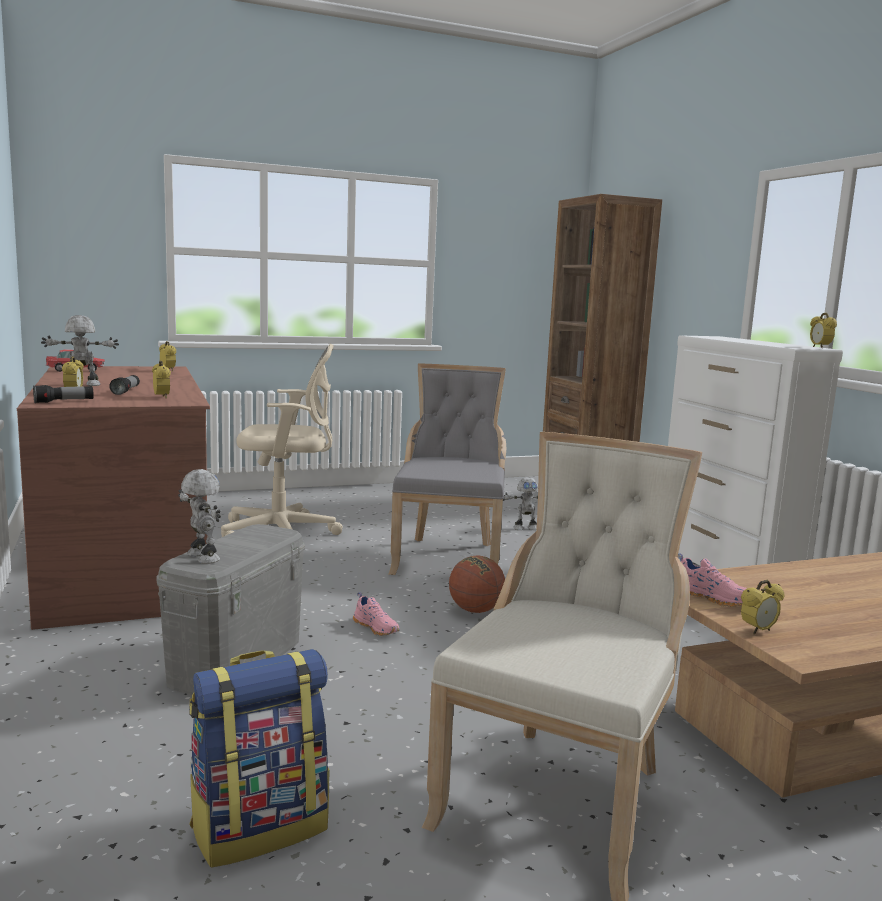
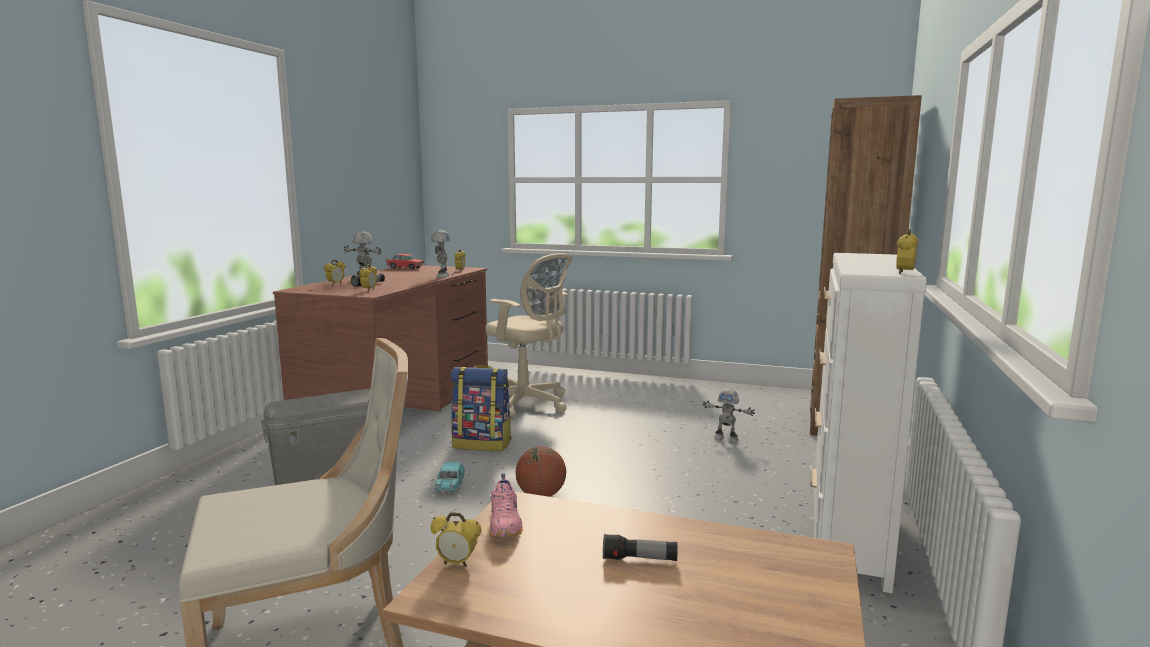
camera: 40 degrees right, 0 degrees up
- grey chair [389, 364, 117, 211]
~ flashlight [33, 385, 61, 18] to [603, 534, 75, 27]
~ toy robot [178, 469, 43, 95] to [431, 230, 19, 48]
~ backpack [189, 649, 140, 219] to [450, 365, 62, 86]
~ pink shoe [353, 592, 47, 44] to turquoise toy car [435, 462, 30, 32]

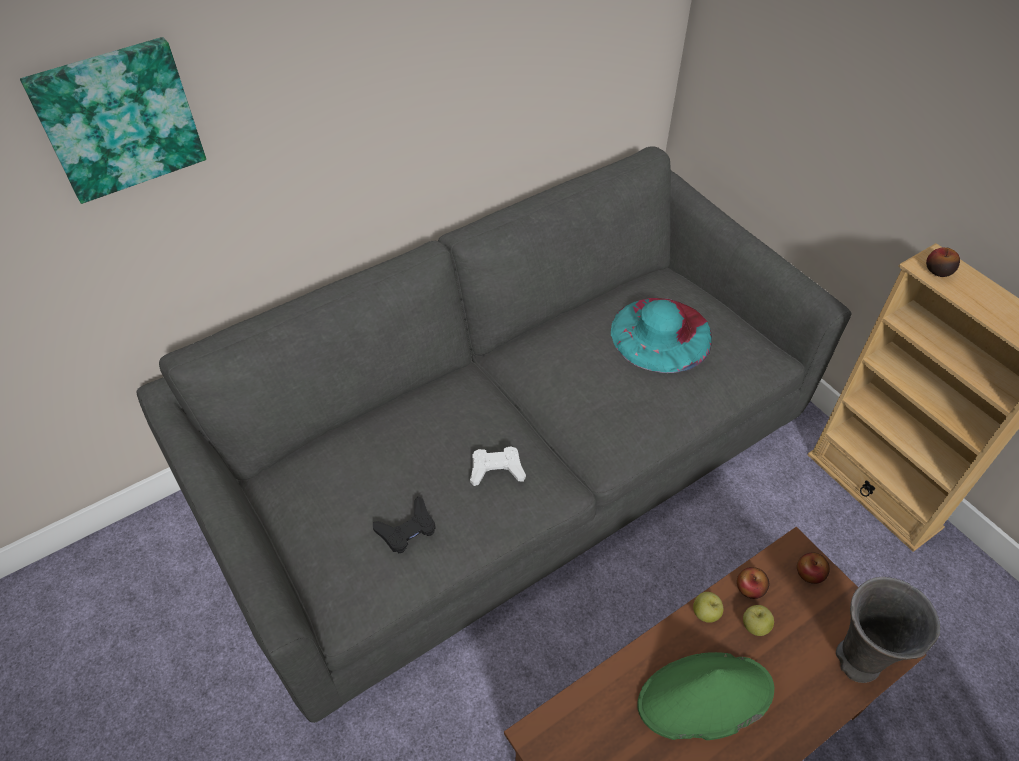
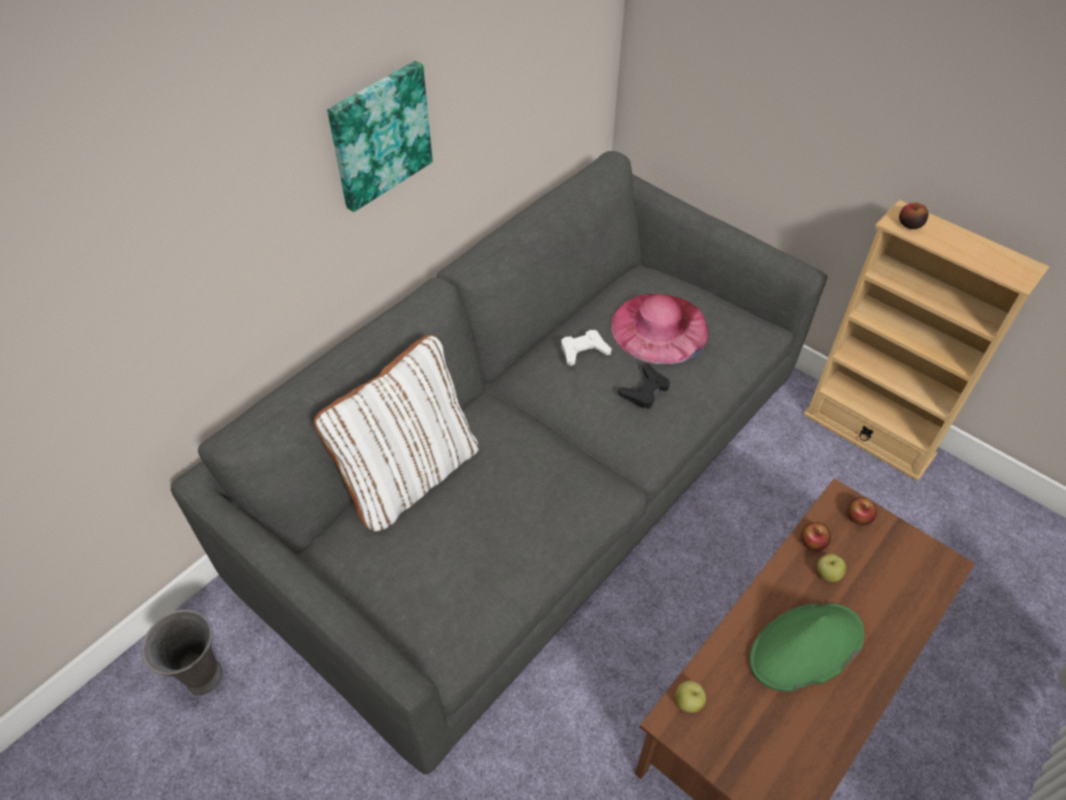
camera: 15 degrees left, 0 degrees up
+ white pillow [314, 335, 165, 197]
~ picture [20, 37, 186, 167] to [327, 61, 106, 151]
~ black game controller [373, 497, 63, 57] to [618, 363, 52, 46]
~ white game controller [470, 446, 56, 40] to [561, 330, 51, 36]
~ apple [693, 592, 31, 31] to [675, 681, 31, 32]
~ grey vase [836, 577, 104, 106] to [141, 610, 81, 86]
~ turquoise hat [611, 298, 101, 75] to pink hat [611, 294, 98, 70]

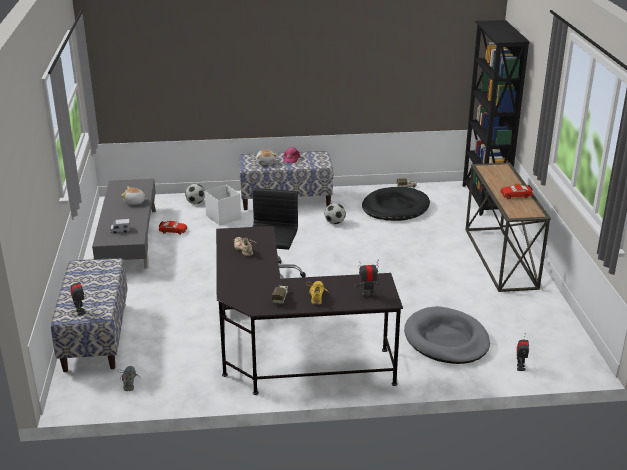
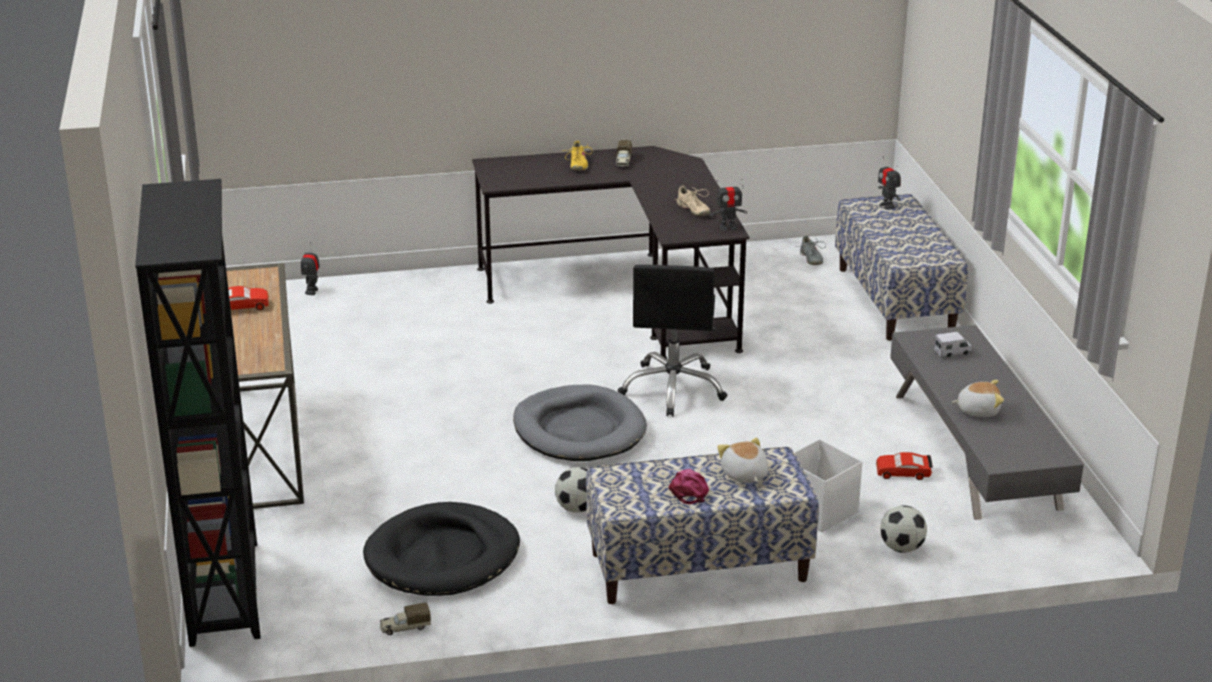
camera: 175 degrees right, 0 degrees up
~ toy robot [354, 263, 29, 34] to [709, 179, 38, 52]
~ grey dog bed [404, 306, 86, 58] to [513, 384, 134, 77]

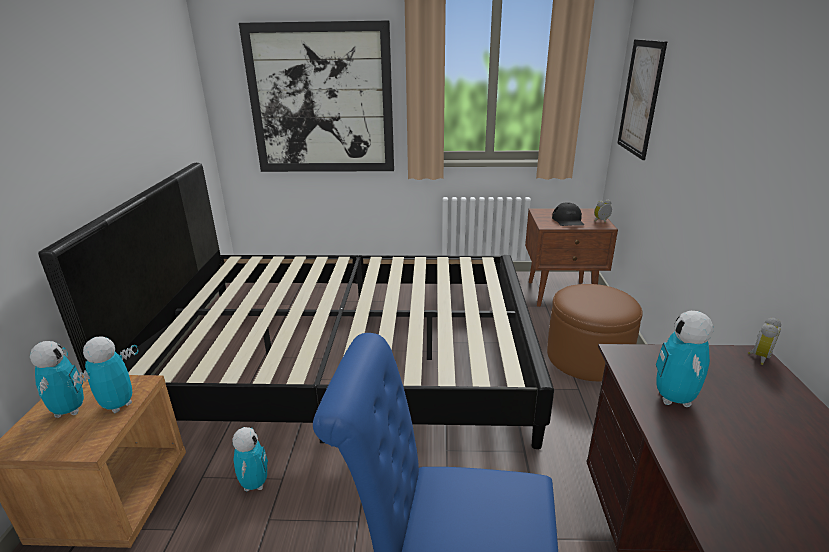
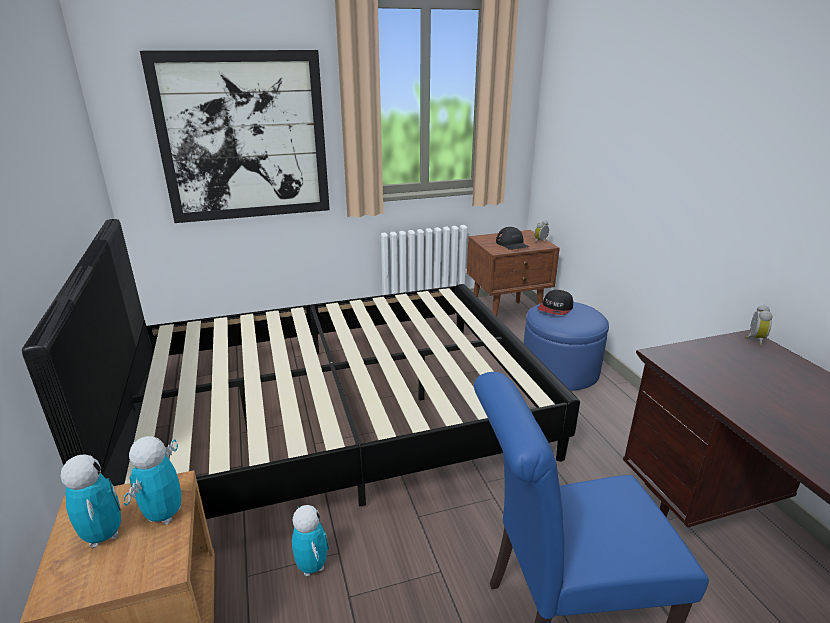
camera: 20 degrees left, 0 degrees up
- picture [617, 39, 50, 121]
- toy robot [656, 311, 57, 96]
+ cap [537, 290, 36, 25]
~ brown ottoman [547, 284, 96, 97] to blue ottoman [524, 302, 85, 89]

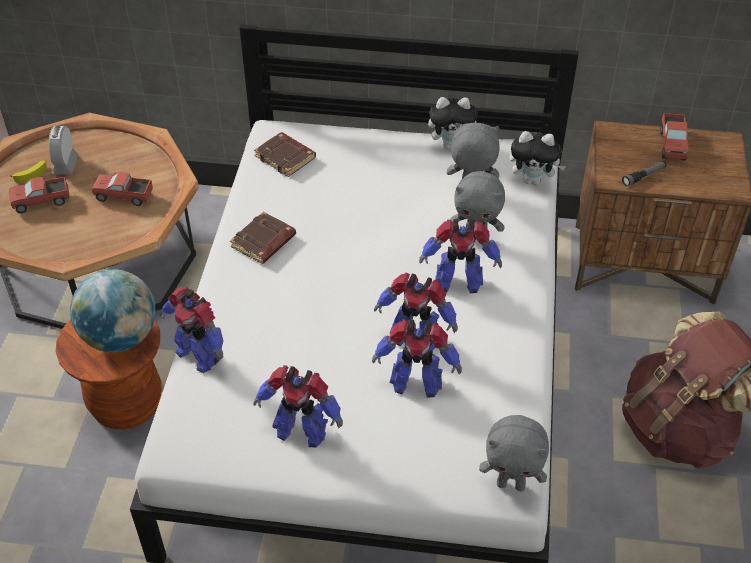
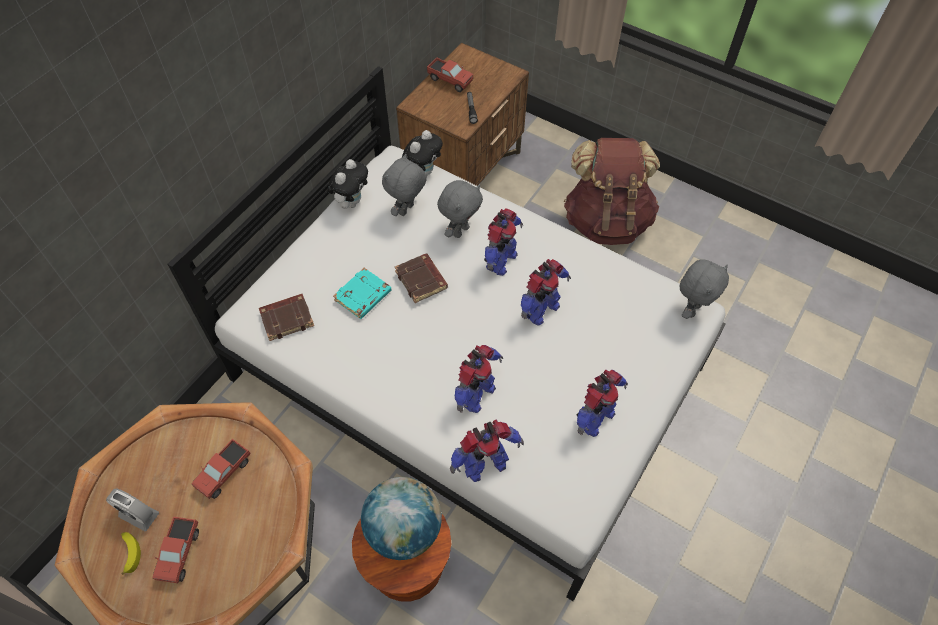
camera: 65 degrees left, 10 degrees up
+ turquoise book [333, 268, 59, 51]
~ brown book [230, 212, 66, 52] to [395, 254, 53, 49]
~ toy robot [372, 319, 90, 79] to [455, 345, 48, 68]

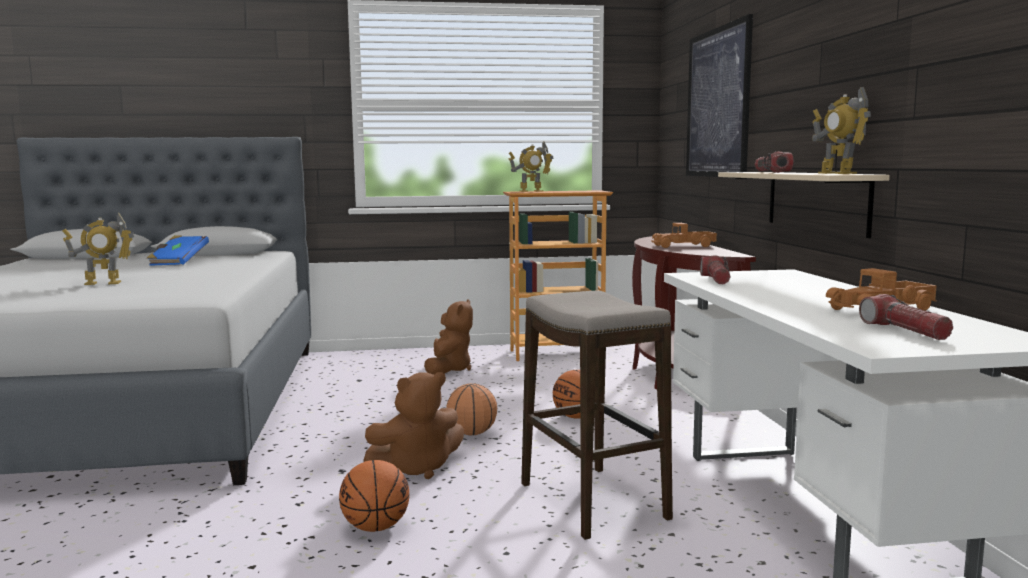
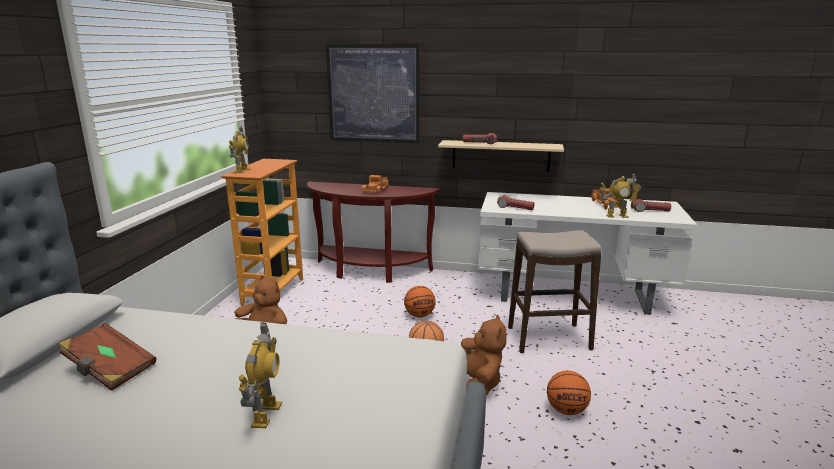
camera: 70 degrees left, 10 degrees up
~ toy robot [812, 87, 59, 87] to [600, 173, 41, 45]
~ blue book [147, 235, 62, 31] to brown book [58, 323, 98, 68]

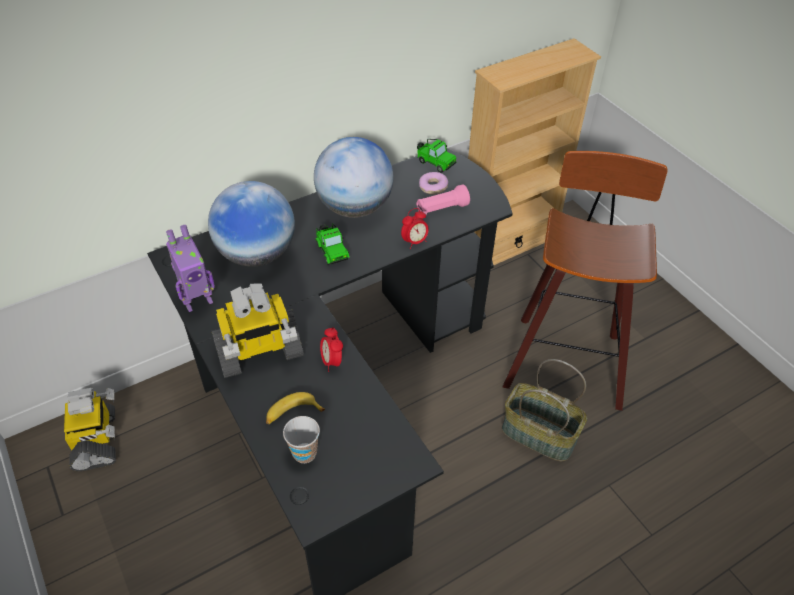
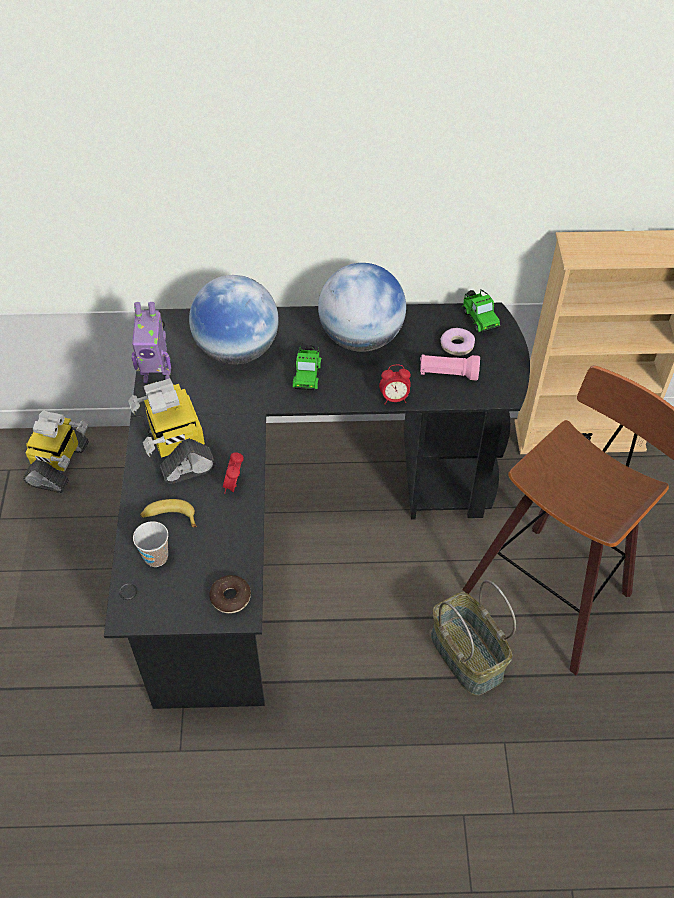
camera: 30 degrees right, 5 degrees up
+ donut [209, 575, 42, 38]
~ toy robot [212, 284, 92, 94] = [128, 378, 87, 106] 60 degrees clockwise

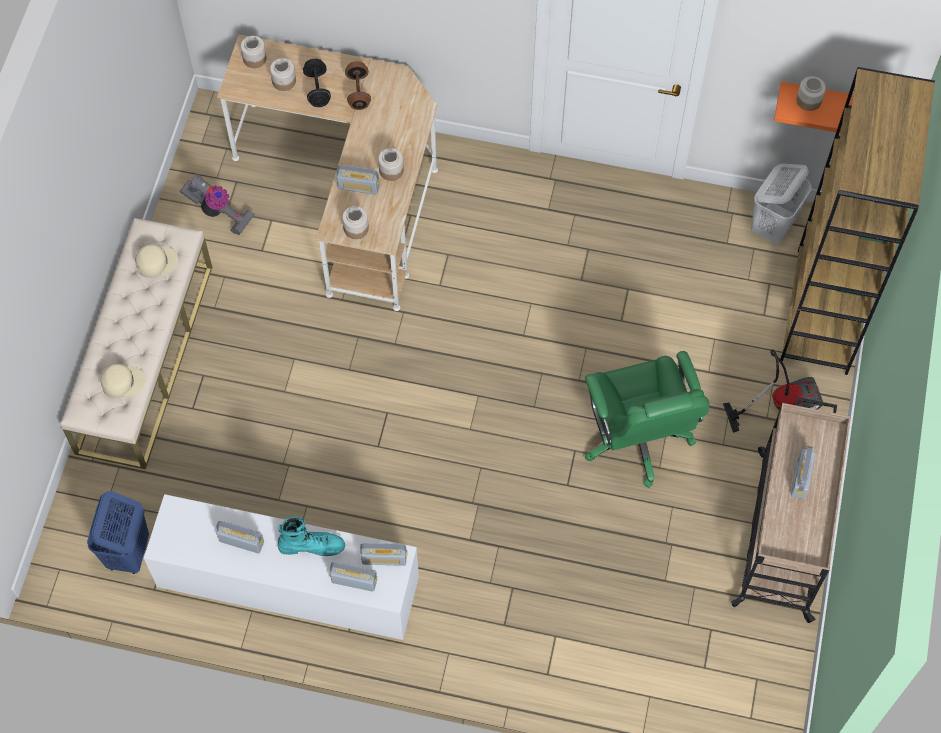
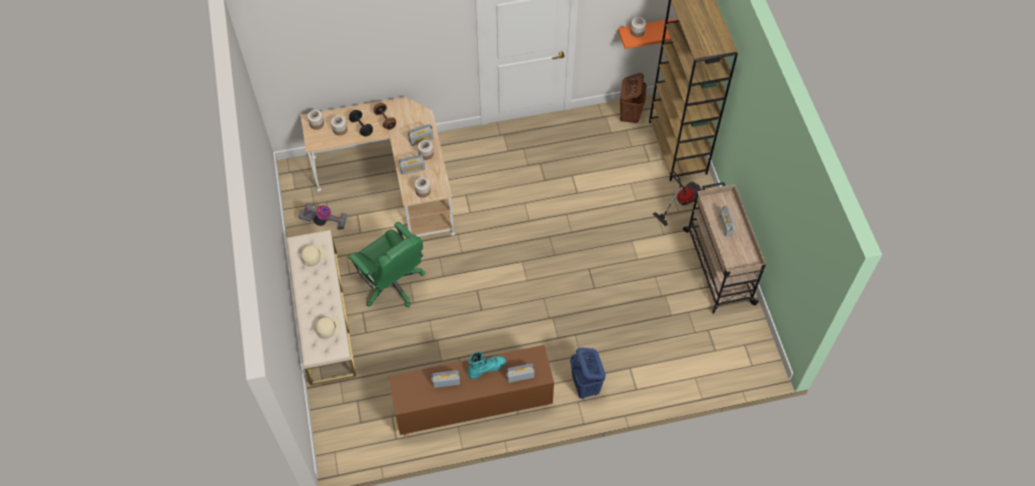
camera: 25 degrees left, 5 degrees down
~ blue laundry basket [87, 491, 62, 83] to [570, 347, 36, 52]
~ radio [360, 543, 47, 23] to [408, 124, 25, 22]
~ green office chair [585, 351, 124, 137] to [348, 222, 77, 85]
~ white cabinet [144, 494, 275, 147] to brown cabinet [389, 345, 165, 92]
~ white laundry basket [751, 164, 61, 80] to brown laundry basket [620, 73, 27, 50]

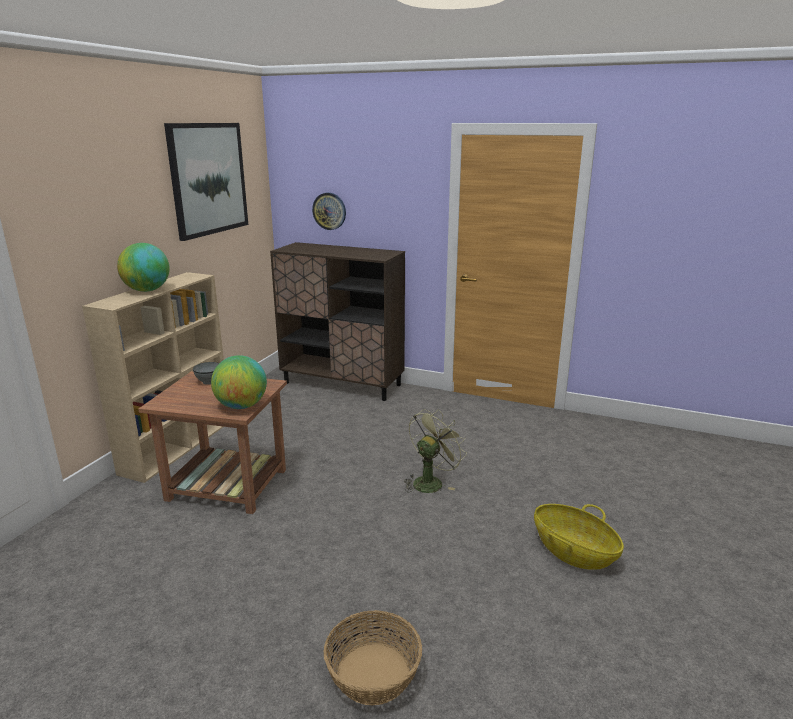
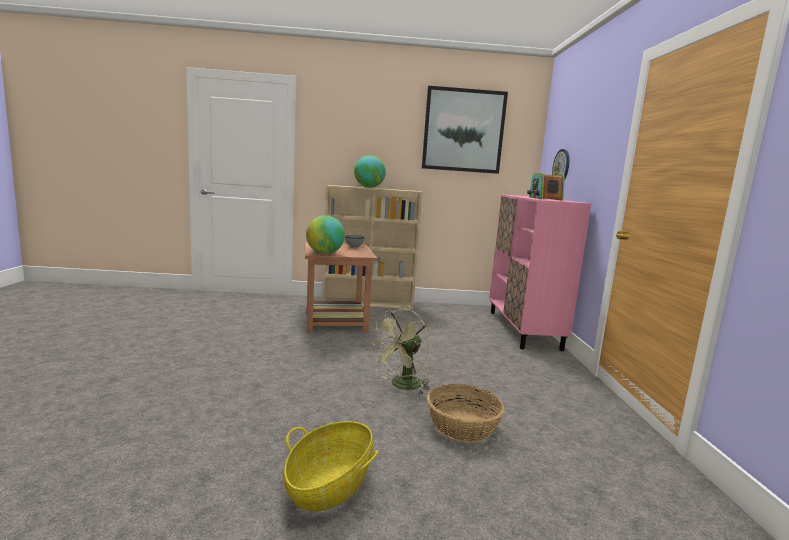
camera: 65 degrees right, 10 degrees down
+ radio [527, 173, 38, 28]
~ basket [323, 610, 99, 96] to [427, 384, 78, 58]
~ brown cabinet [270, 242, 135, 159] to pink cabinet [489, 194, 102, 157]
~ green fan [404, 409, 63, 84] = [372, 308, 58, 87] 120 degrees clockwise

